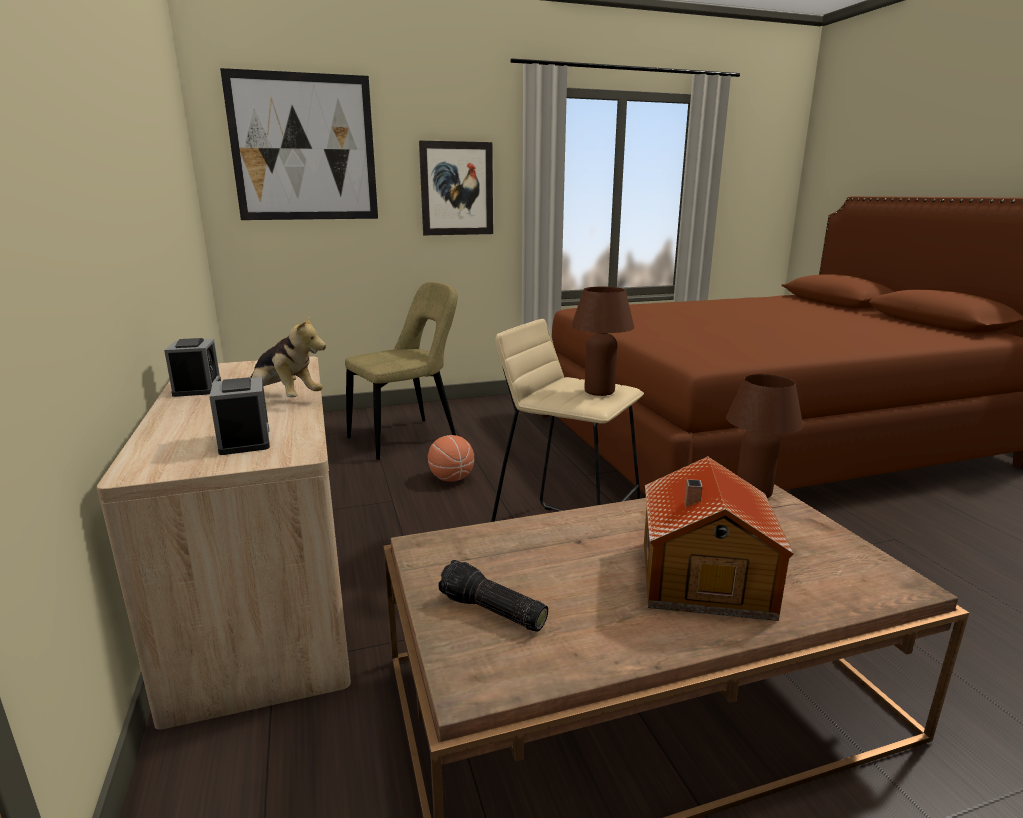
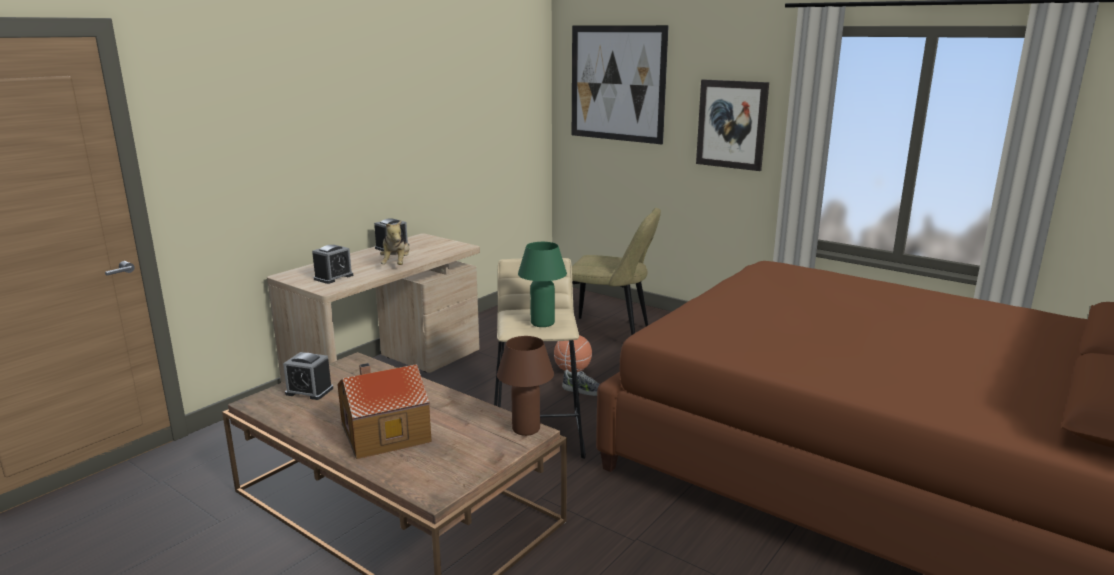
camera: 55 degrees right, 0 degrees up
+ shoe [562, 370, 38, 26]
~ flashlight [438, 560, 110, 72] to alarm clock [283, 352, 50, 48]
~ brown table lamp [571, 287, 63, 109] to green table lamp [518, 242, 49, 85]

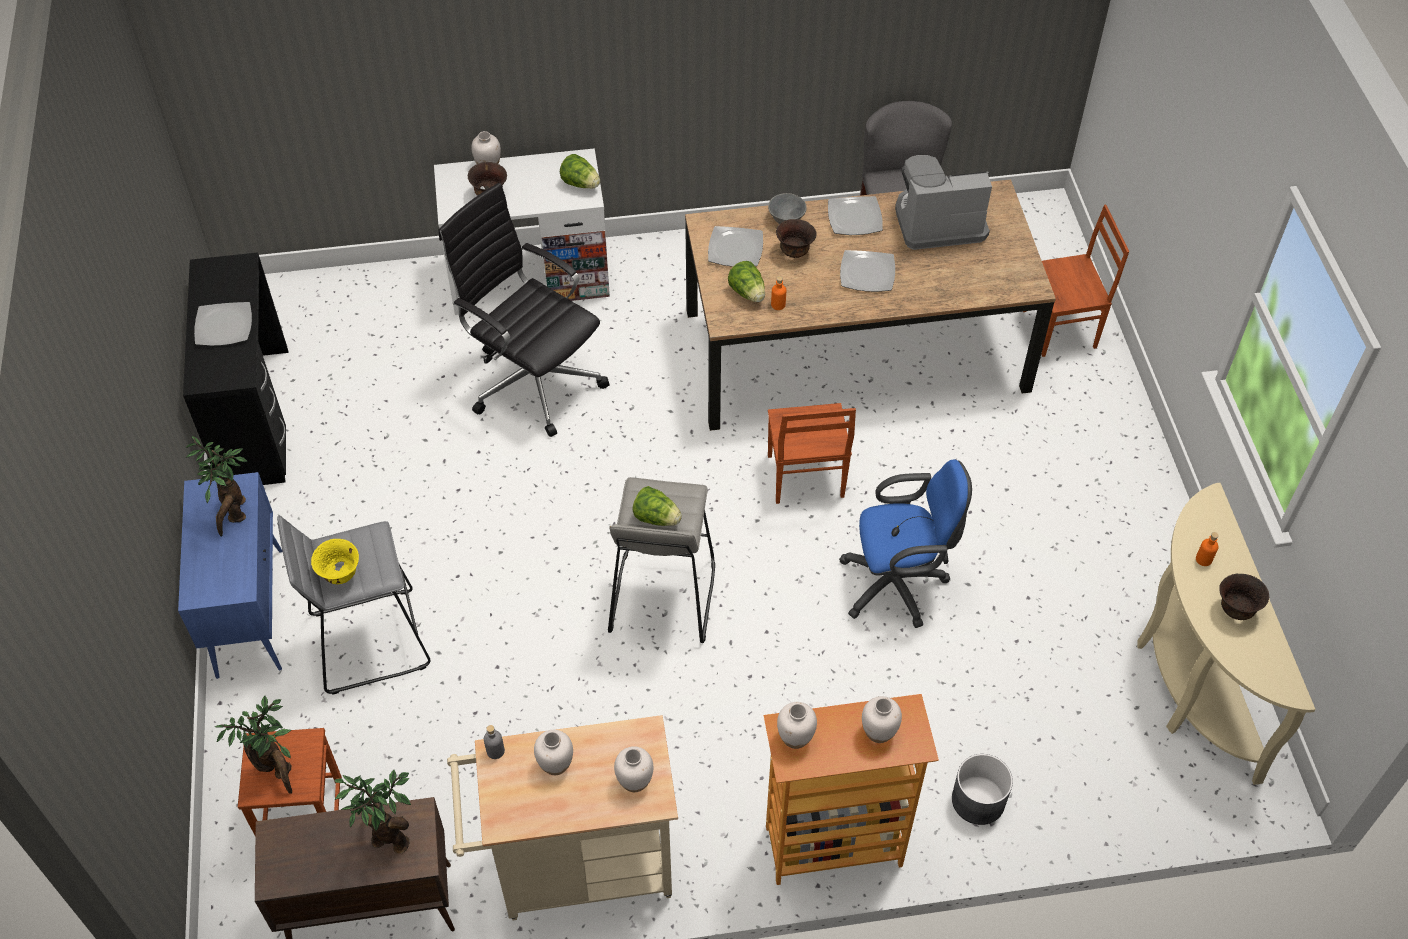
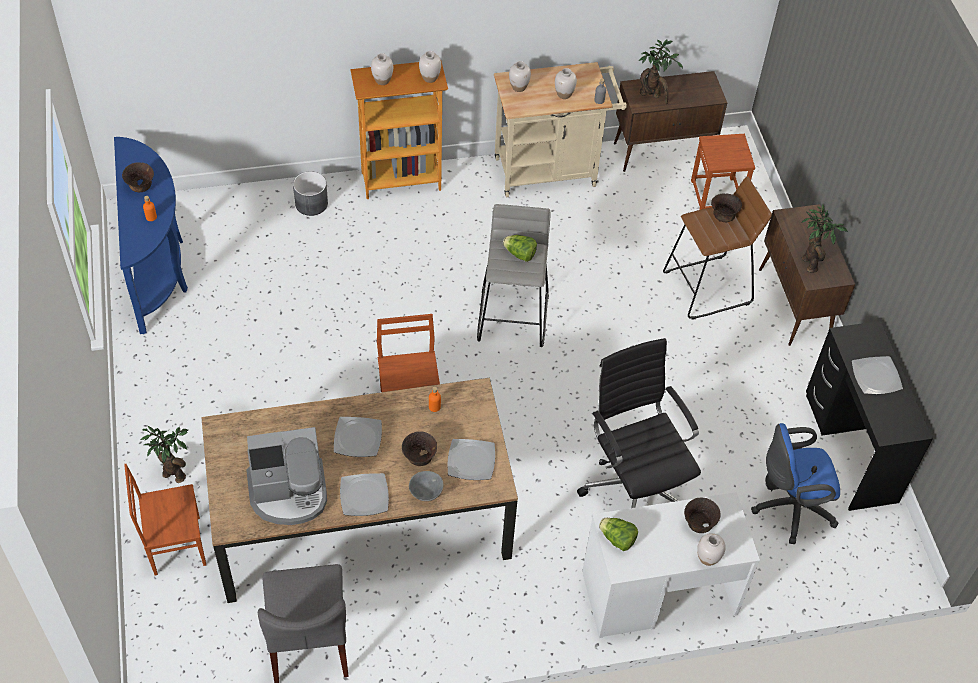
camera: 175 degrees right, 0 degrees up
- lettuce [728, 261, 37, 41]
~ potted plant [215, 696, 77, 98] to [141, 426, 47, 57]
~ blue office chair [839, 459, 133, 169] to [751, 423, 89, 121]
~ blue cabinet [178, 472, 104, 207] to brown cabinet [759, 204, 96, 142]
~ grey stool [277, 516, 154, 179] to brown stool [663, 176, 109, 144]
~ yellow bowl [311, 539, 48, 45] to brown bowl [711, 193, 31, 30]
~ beige console table [1137, 483, 179, 302] to blue console table [114, 137, 74, 197]
~ black office chair [439, 183, 171, 254] = [577, 338, 124, 170] 150 degrees counterclockwise

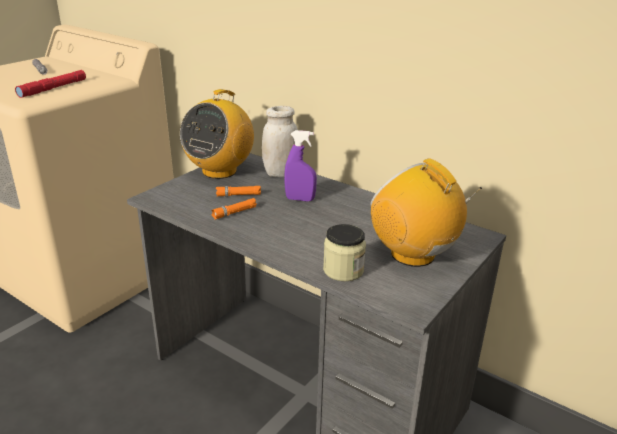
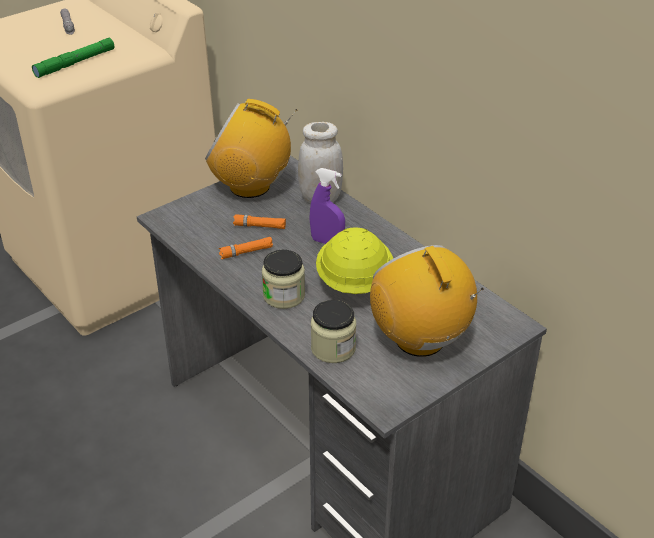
camera: 15 degrees right, 10 degrees up
+ jar [262, 250, 43, 59]
+ yellow hard hat [316, 227, 77, 67]
~ red flashlight [15, 70, 71, 28] to green flashlight [32, 38, 82, 40]
~ radio [180, 89, 74, 90] = [205, 99, 92, 99] 60 degrees clockwise

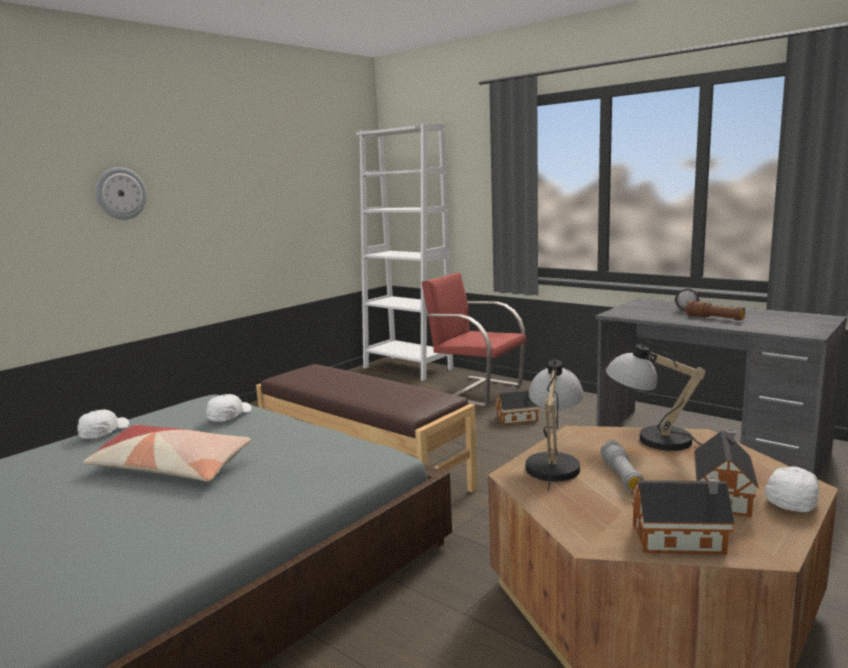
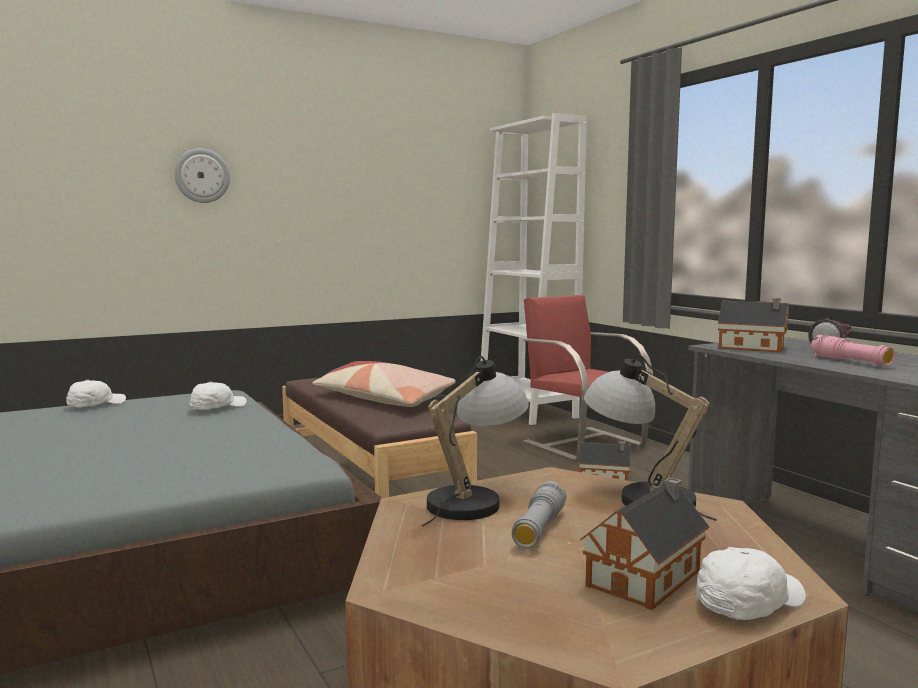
camera: 20 degrees right, 5 degrees down
~ pillow [82, 424, 169, 58] to [312, 361, 144, 46]
~ toy house [631, 477, 104, 77] to [718, 298, 70, 55]
~ brown flashlight [685, 301, 60, 19] to pink flashlight [811, 335, 84, 31]

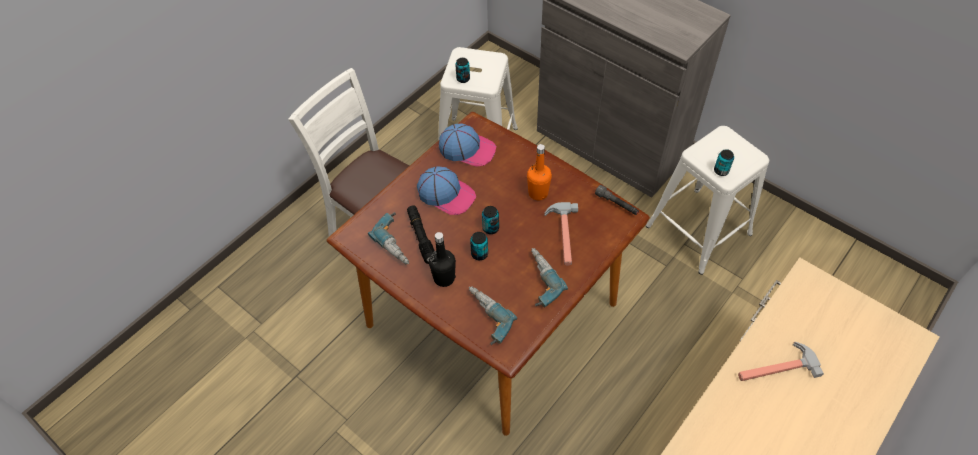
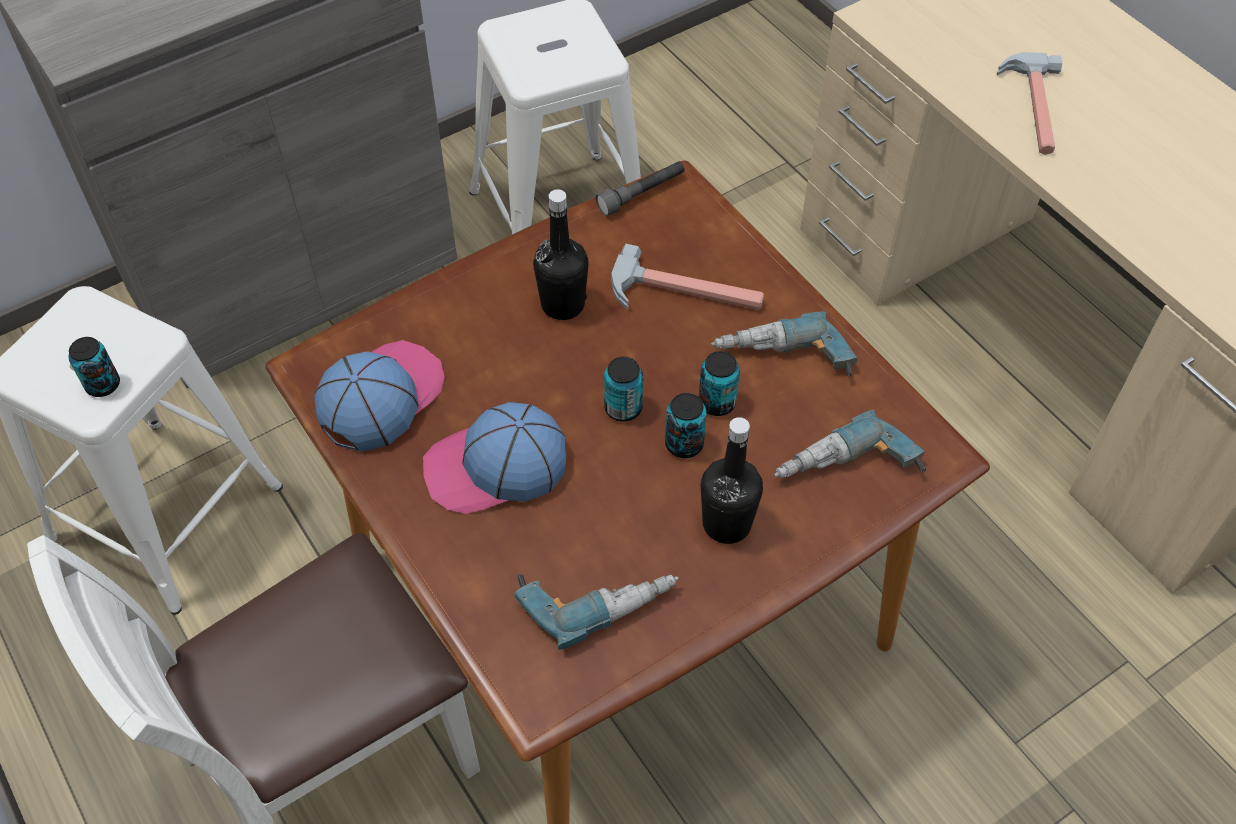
camera: 75 degrees left, 0 degrees up
- black flashlight [407, 205, 28, 59]
~ can [714, 149, 20, 27] to [699, 351, 41, 65]
~ orange bottle [527, 144, 25, 56] to black bottle [533, 189, 55, 131]
~ cap [417, 166, 59, 49] = [423, 402, 144, 112] 150 degrees counterclockwise

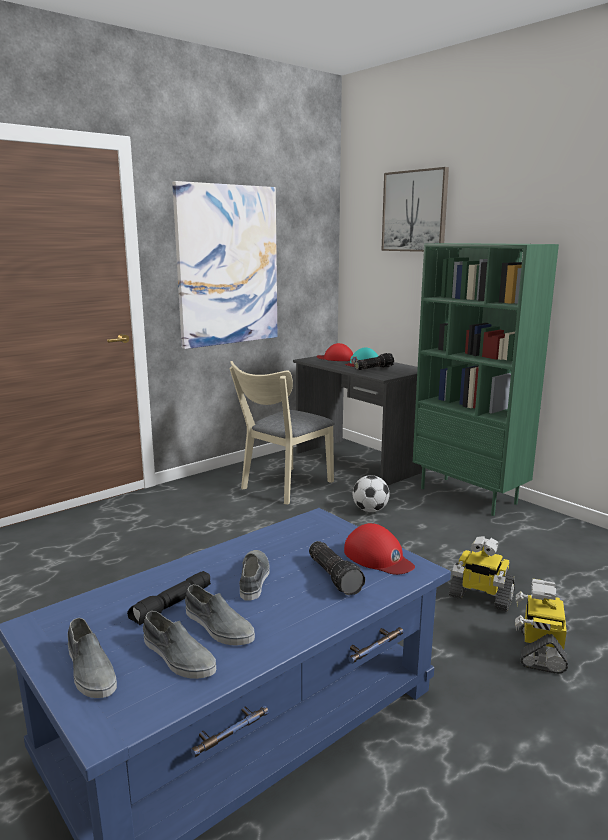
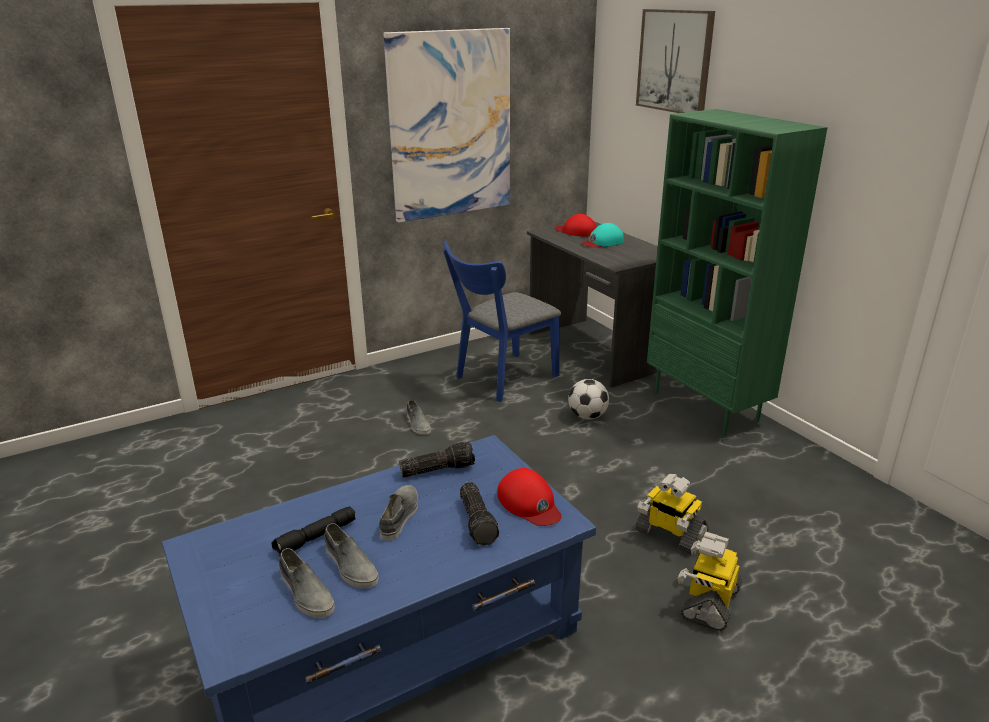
camera: 10 degrees right, 10 degrees up
~ grey shoe [68, 618, 49, 80] to [406, 400, 25, 35]
~ flashlight [354, 353, 40, 17] to [399, 441, 76, 36]
~ beige chair [229, 361, 106, 144] to blue chair [443, 241, 118, 161]

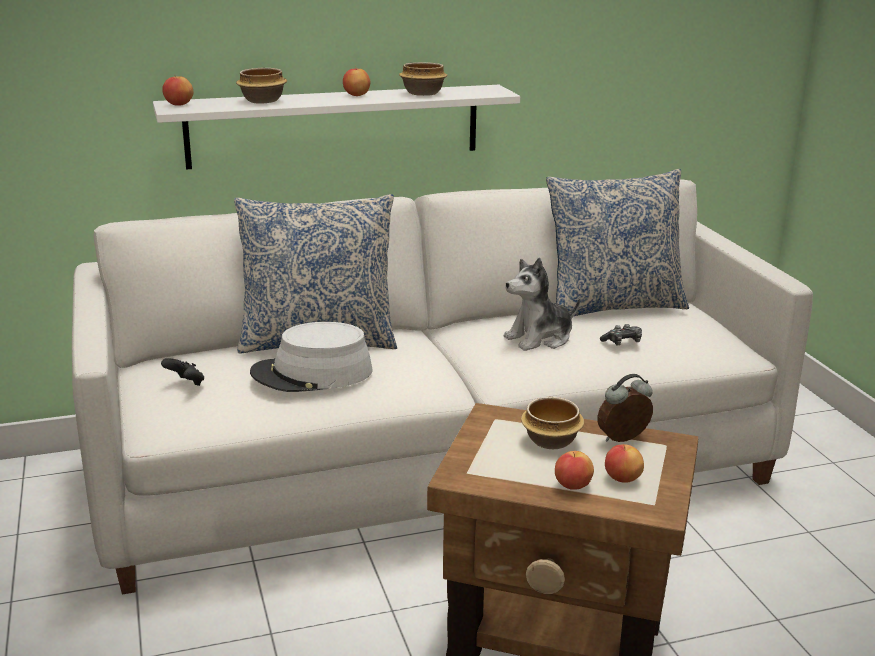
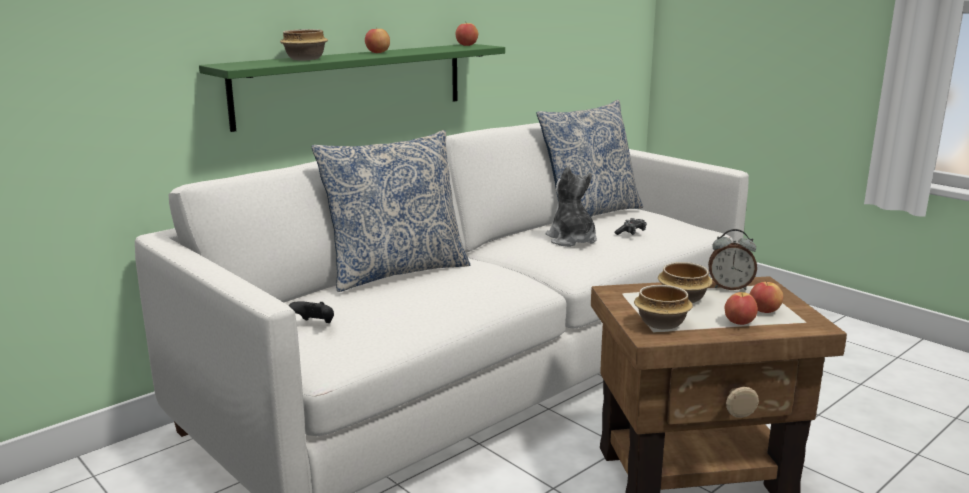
camera: 25 degrees left, 5 degrees down
- grey hat [250, 322, 123, 70]
~ apple [162, 76, 31, 30] to [456, 21, 22, 25]
~ bowl [399, 62, 48, 34] to [634, 285, 59, 45]
~ white shelf [153, 85, 367, 84] to green shelf [199, 44, 306, 88]
~ plush toy [504, 258, 76, 93] = [546, 166, 51, 81] 120 degrees clockwise
~ alarm clock [598, 374, 55, 68] = [708, 229, 49, 61] 120 degrees counterclockwise

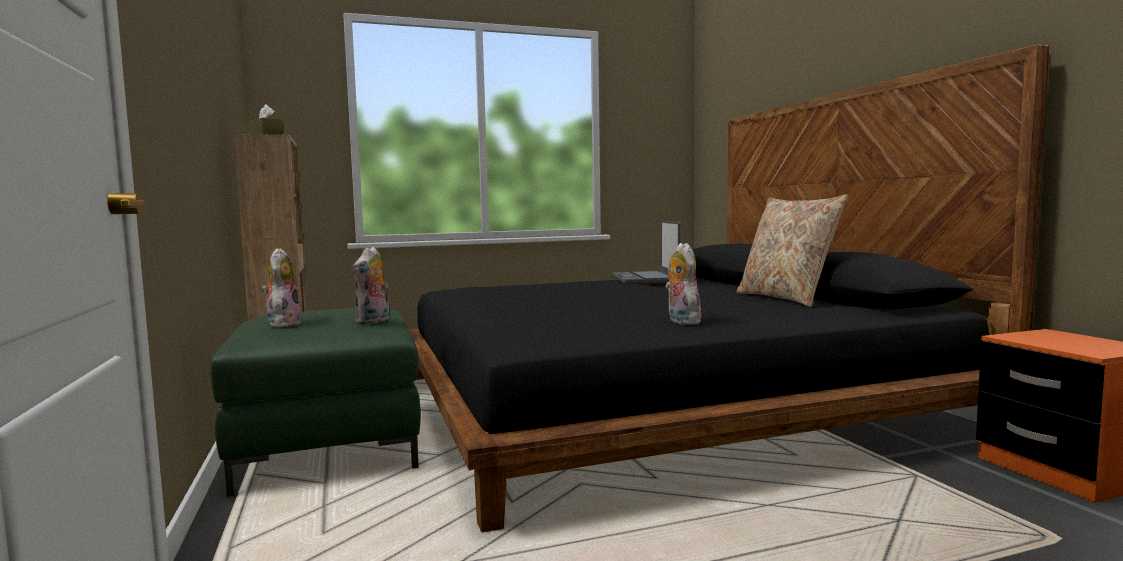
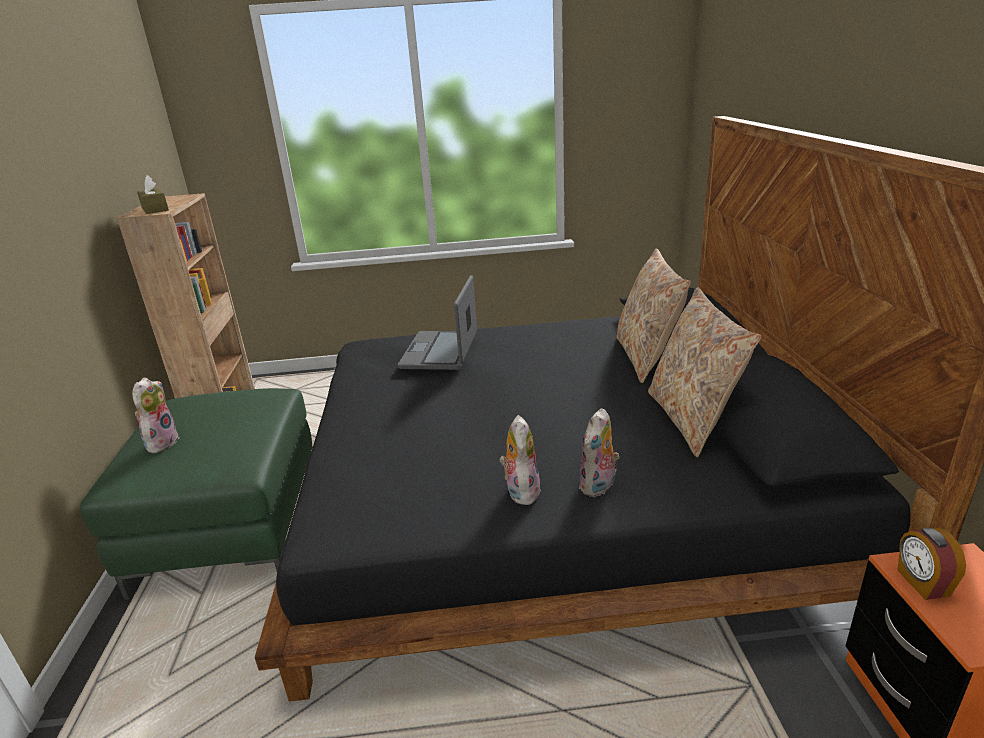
camera: 15 degrees right, 20 degrees up
+ beige pillow [616, 249, 75, 134]
+ alarm clock [897, 528, 69, 72]
~ plush toy [353, 246, 36, 79] to [579, 408, 41, 89]
~ laptop [612, 220, 69, 64] to [398, 275, 79, 95]

